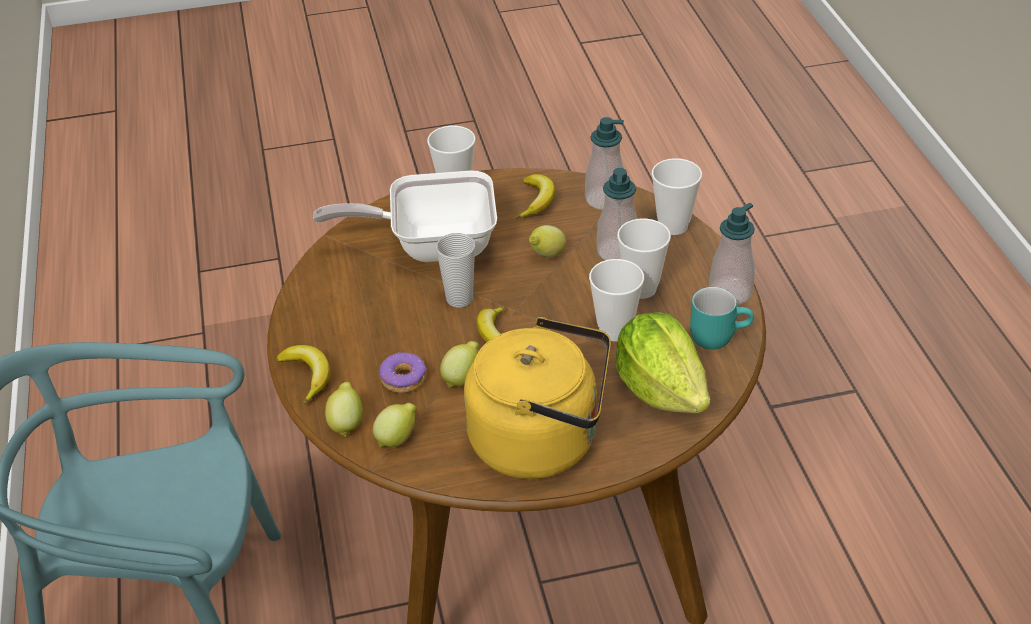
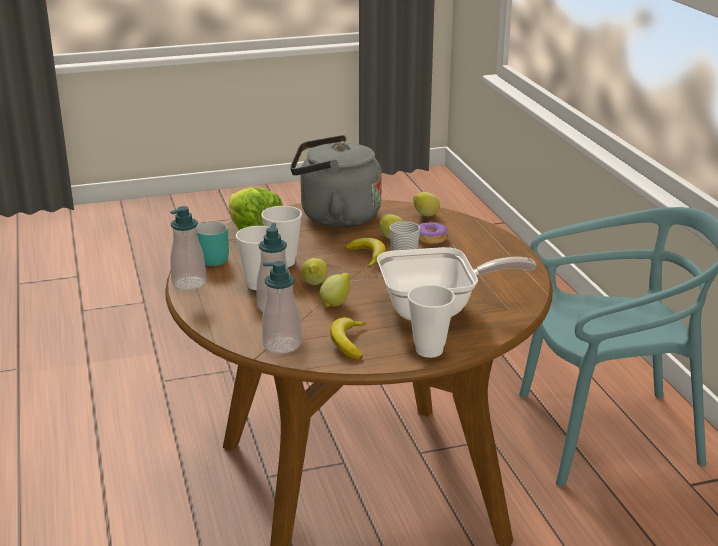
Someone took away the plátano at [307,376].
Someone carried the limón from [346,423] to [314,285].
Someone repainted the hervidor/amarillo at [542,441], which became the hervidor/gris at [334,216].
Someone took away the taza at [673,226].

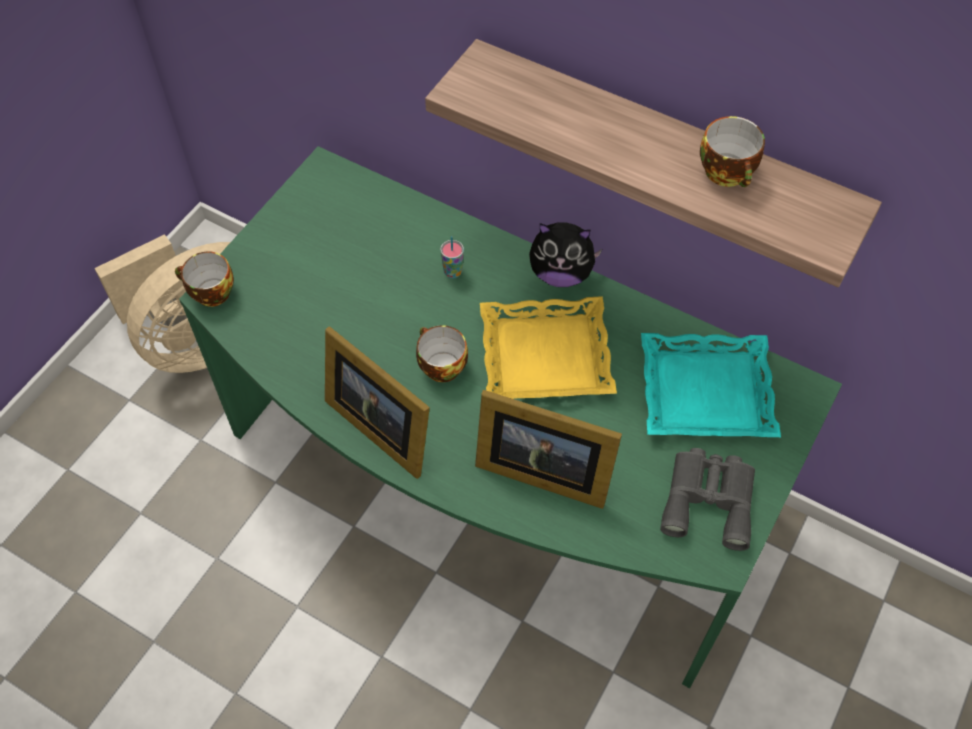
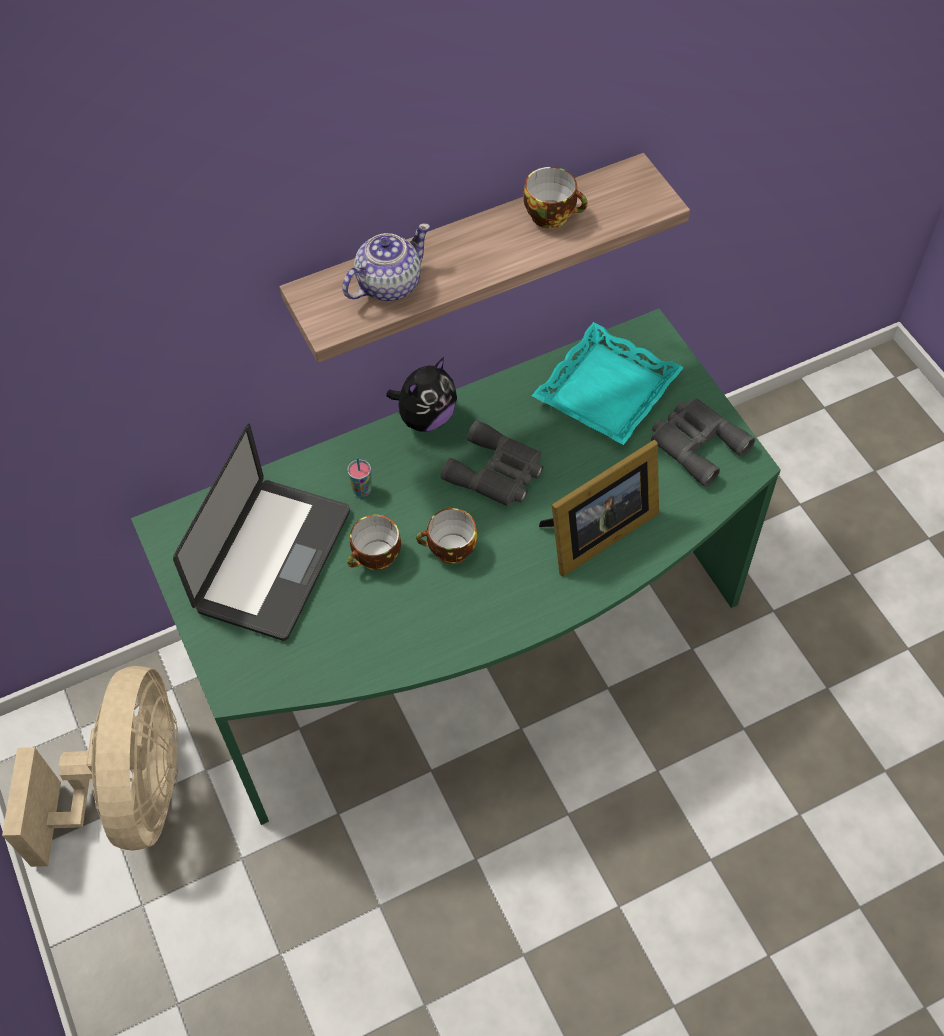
Someone carried the taza from [210,294] to [376,558].
Someone took away the portarretratos at [381,423].
Someone swapped the bandeja/amarillo at [545,357] for the prismáticos/gris at [497,473].
Someone put down the portátil at [274,560].
Someone put down the tetera at [388,285].

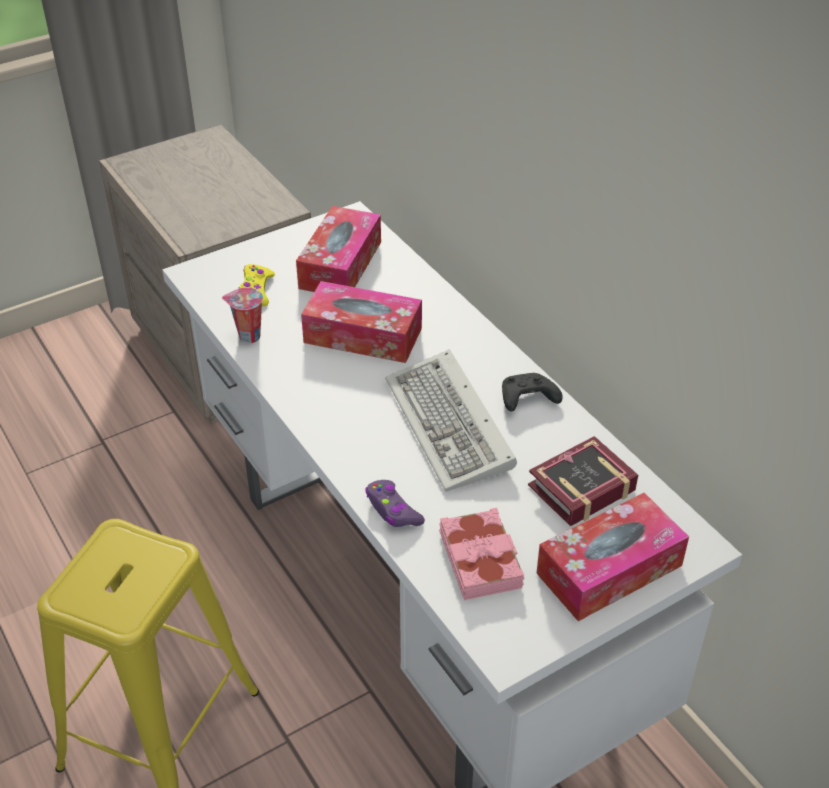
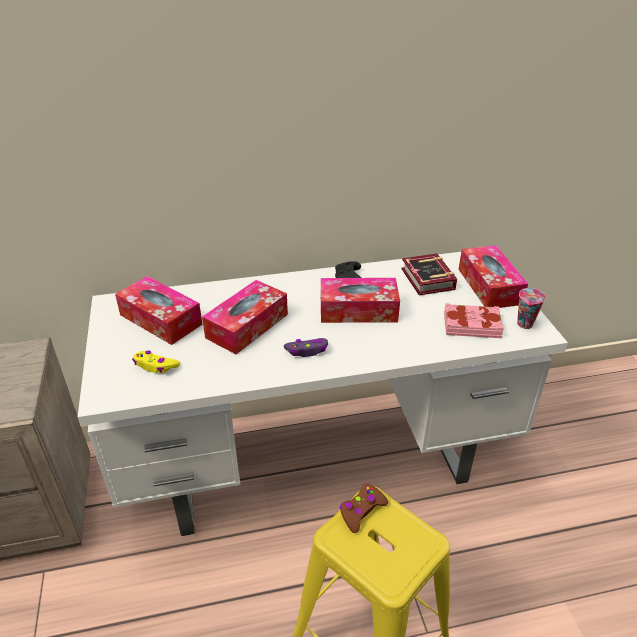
Someone carried the taza from [248,337] to [525,325].
Someone carried the mando de consola/morado from [393,510] to [307,351].
Someone swapped the teclado at [452,427] for the caja de pañuelos at [358,310].
Someone put down the mando de consola/marrón at [361,511].

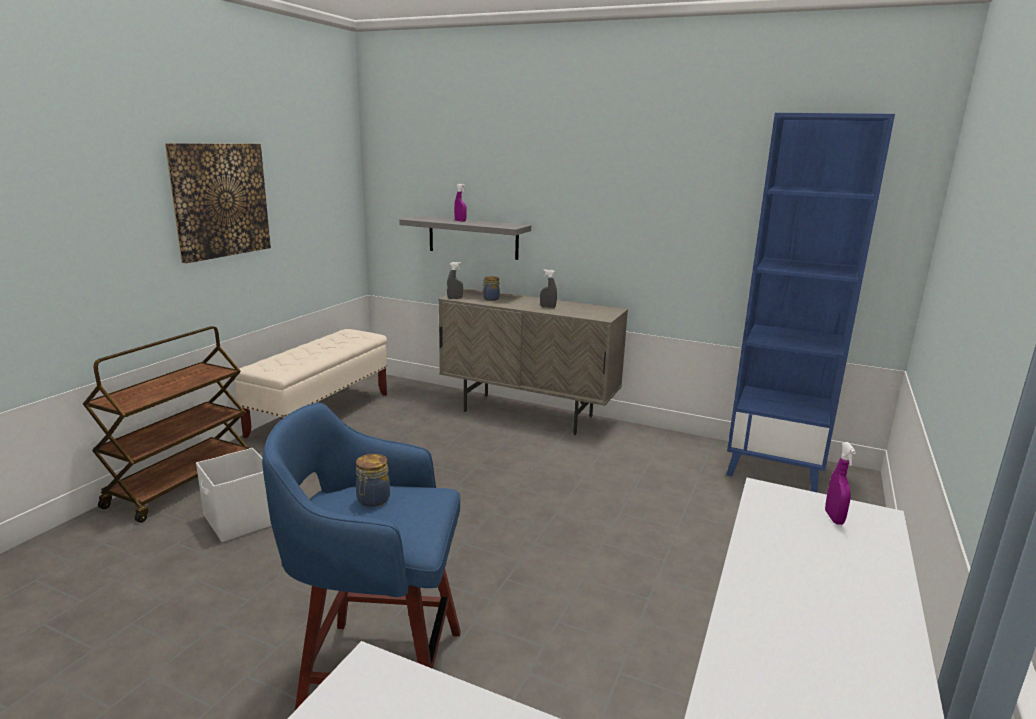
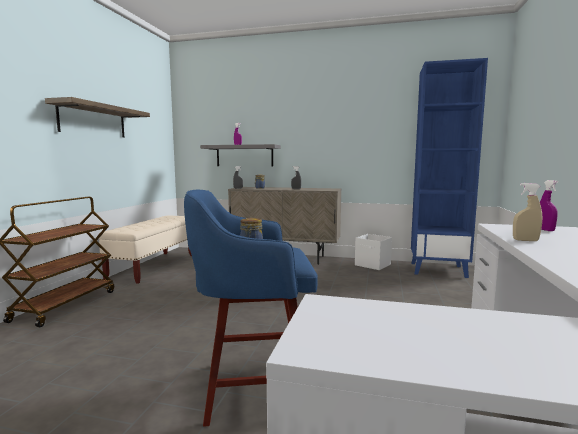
Someone swapped the cuadro at [220,200] for the estante at [93,121].
Someone carried the caja de almacenaje/blanco from [241,520] to [373,265].
Someone put down the pulverizador/beis at [525,240].

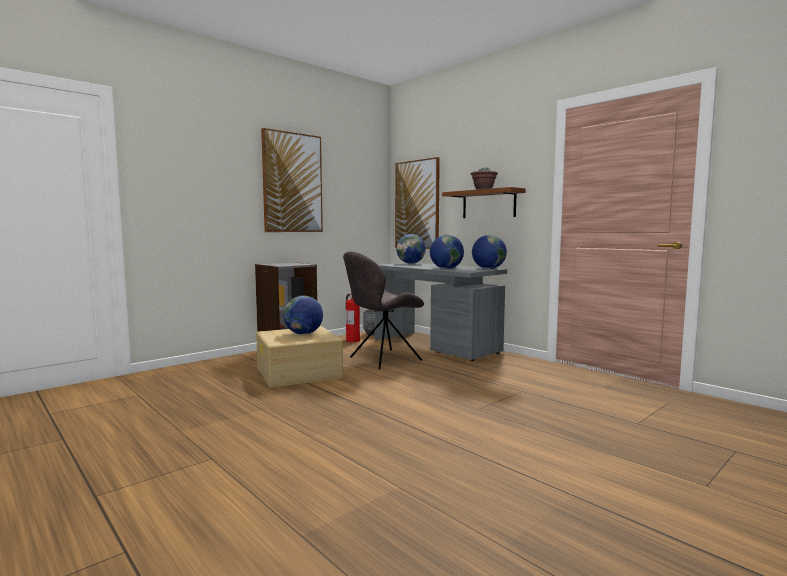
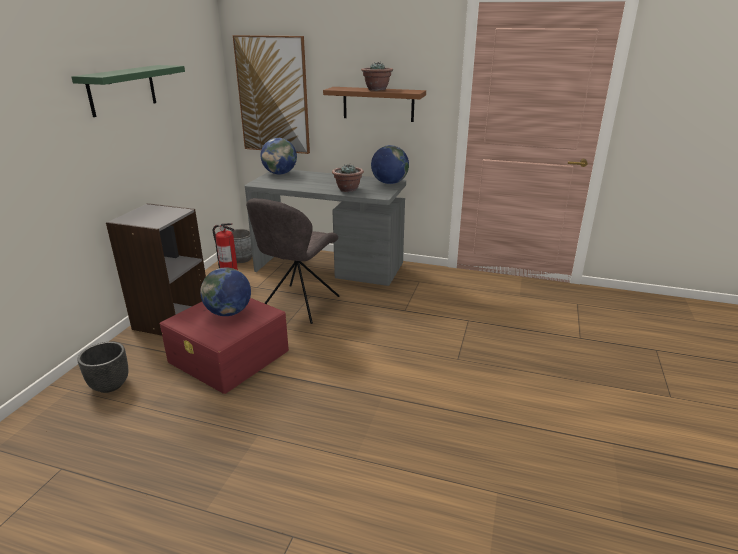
Someone repainted the caja de almacenaje/beis at [298,372], which became the caja de almacenaje/rojo at [229,356].
Someone swapped the cuadro at [292,183] for the estante/verde at [122,90].
Someone swapped the globo terráqueo at [446,268] for the planta en maceta at [347,189].
Someone put down the maceta/negro at [110,385].

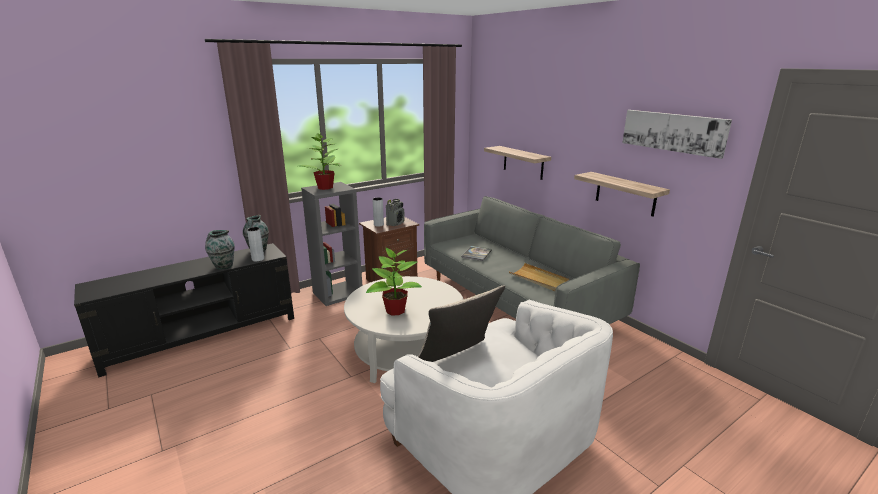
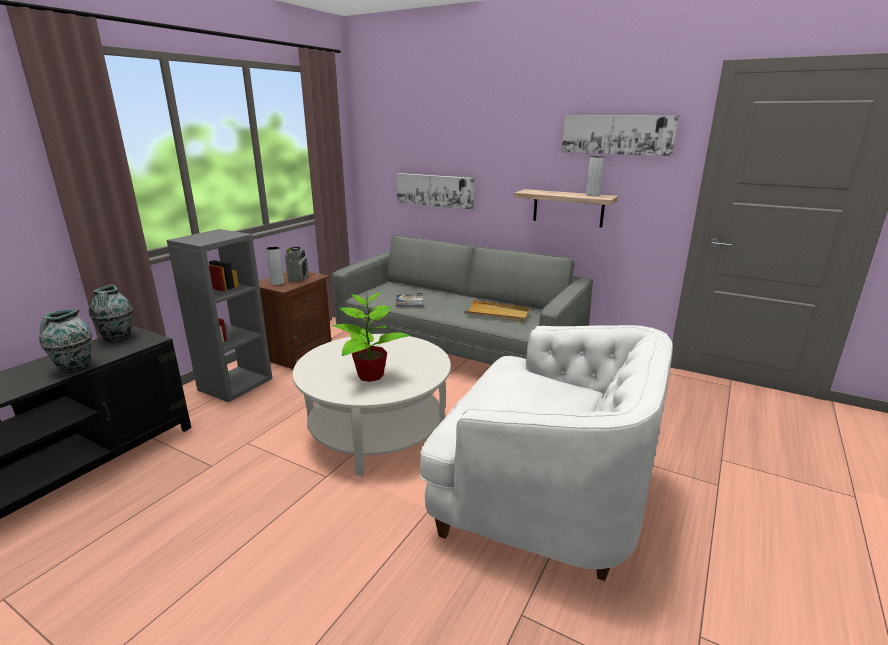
Someone carried the florero/gris from [258,259] to [592,195].
Someone took away the planta en maceta at [325,187].
Someone took away the cojín/beis at [458,360].
Someone swapped the estante at [523,162] for the cuadro at [435,190].

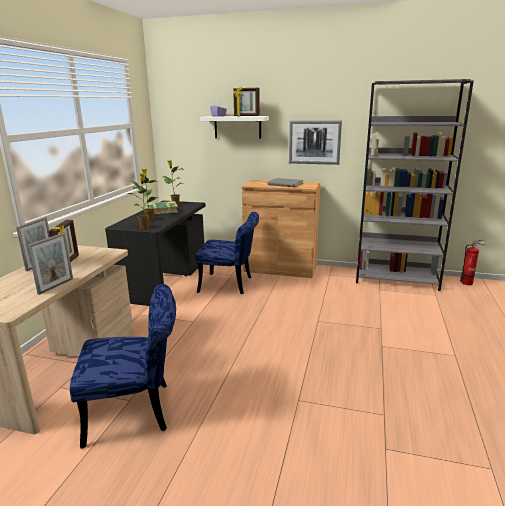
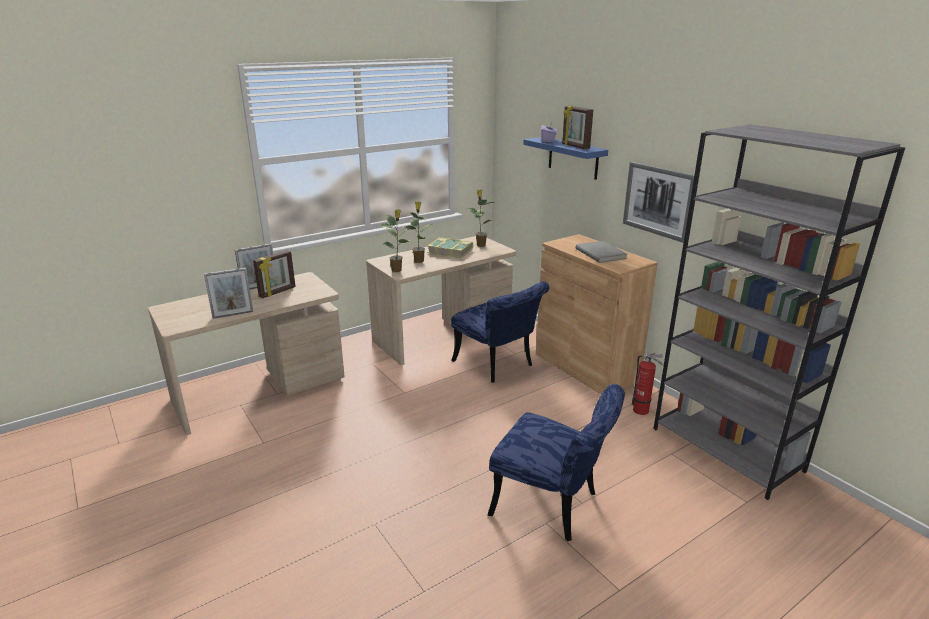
Someone carried the silla/azul from [137,411] to [553,506].
Someone repainted the escritorio/negro at [166,280], which became the escritorio/beis at [443,334].
Someone repainted the estante/blanco at [237,127], which became the estante/azul at [573,158].
Someone carried the extintor from [468,283] to [642,411].

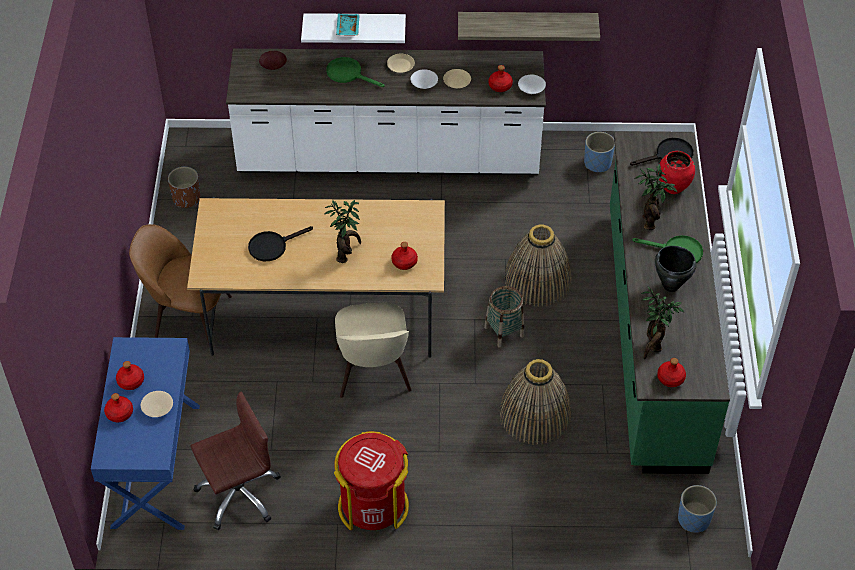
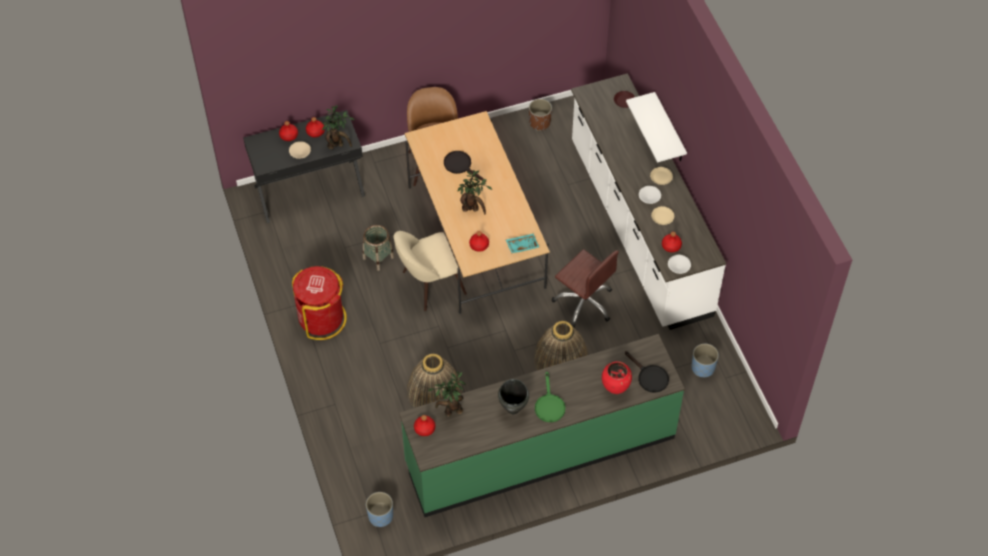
Someone repainted the escritorio/azul at [155,465], which became the escritorio/negro at [309,190].
Someone carried the silla de oficina/marrón from [238,494] to [584,303].
Someone took away the sartén/verde at [348,74].
Someone carried the bandeja/turquesa from [347,28] to [522,245].
Someone took away the estante at [527,24].
Someone carried the cesta from [504,331] to [378,258].
Someone carried the planta en maceta from [650,220] to [338,145].

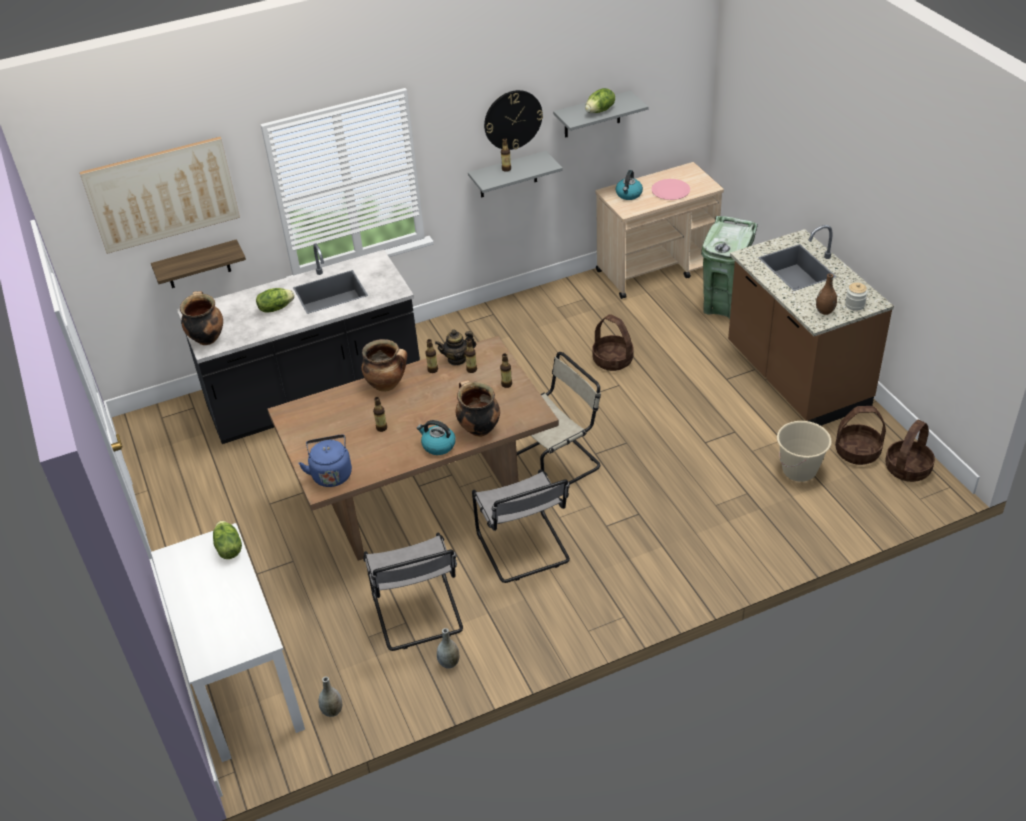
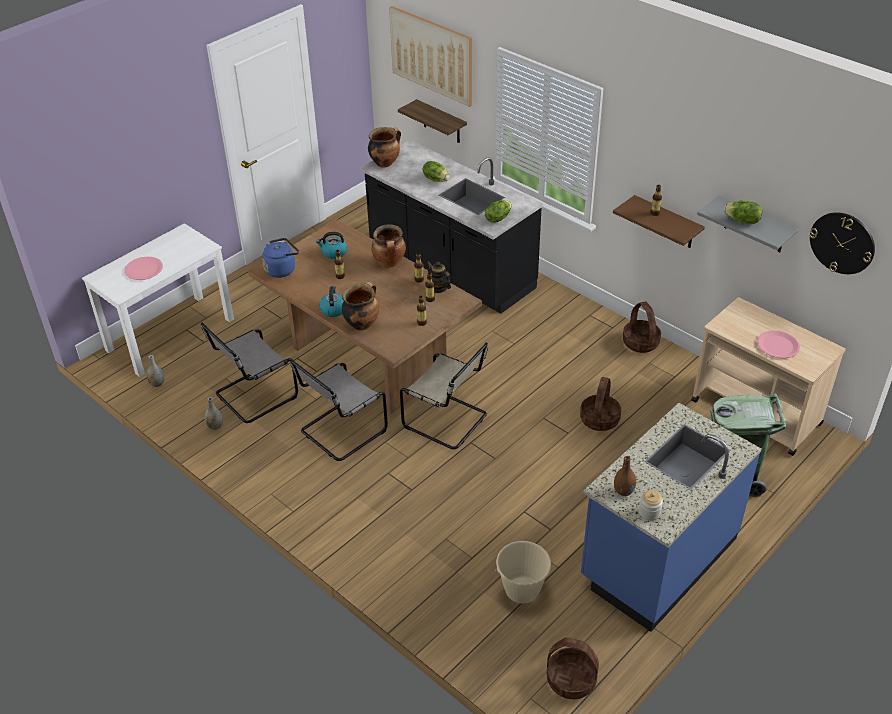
Someone carried the lechuga from [228,548] to [497,218].
Someone repainted the estante/gris at [508,175], which became the estante/marrón at [667,223].
Someone carried the reloj de pared from [513,119] to [842,243].
Someone carried the hervidor from [629,194] to [333,253].
Someone repainted the mueble bajo de cocina/marrón at [795,378], which became the mueble bajo de cocina/azul at [657,558].
Someone carried the cesta from [857,451] to [641,343].
Someone put down the plato/rosa at [144,269].

